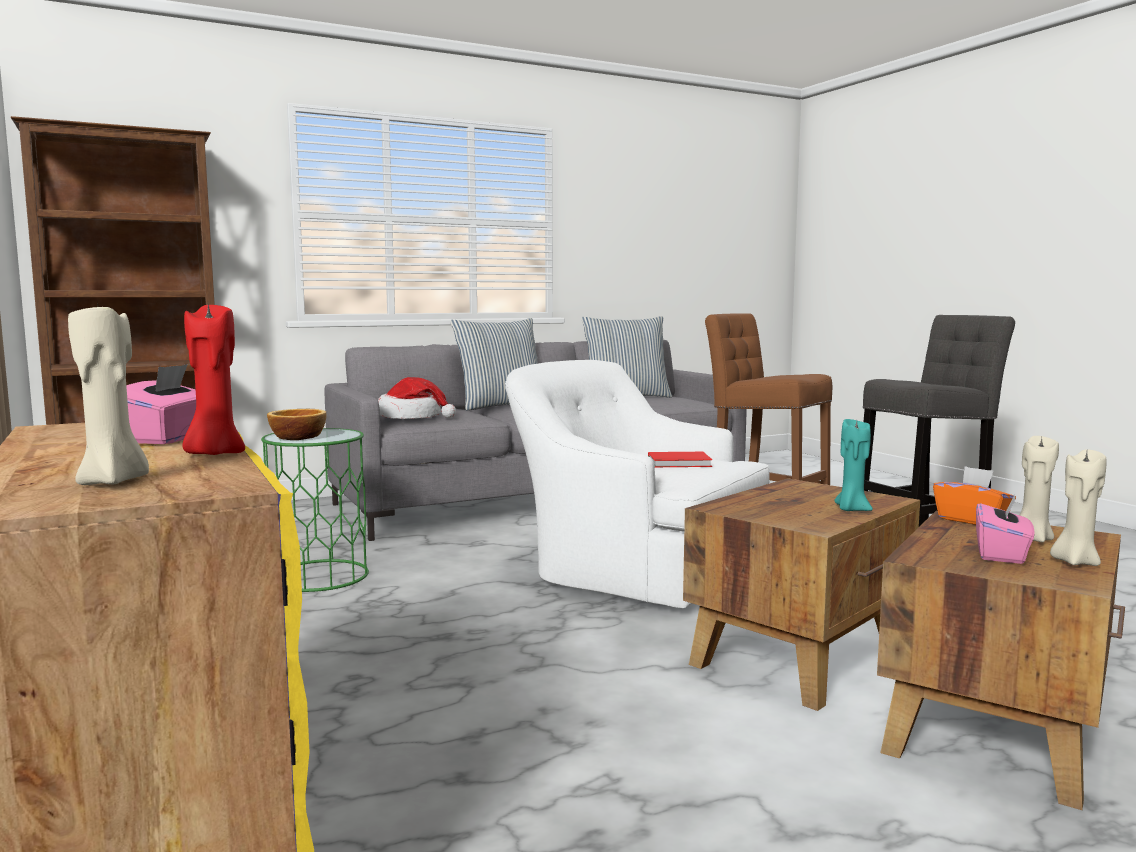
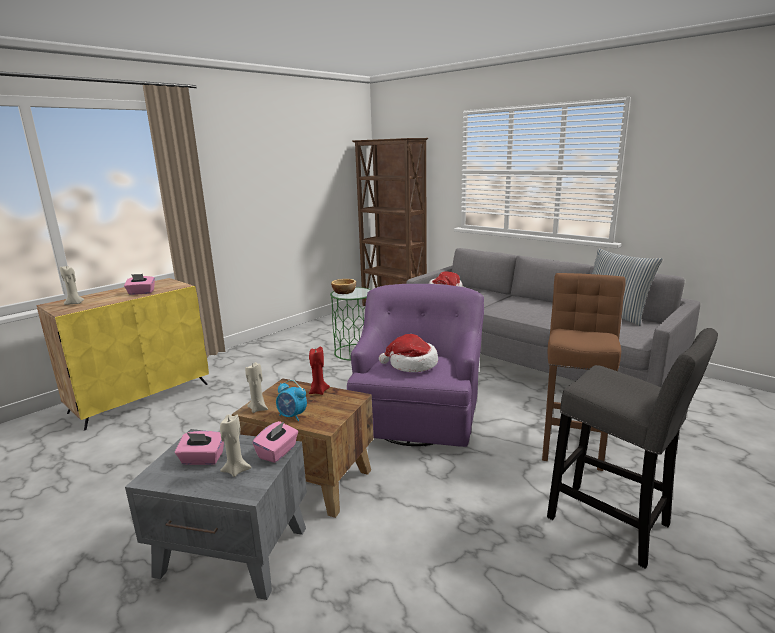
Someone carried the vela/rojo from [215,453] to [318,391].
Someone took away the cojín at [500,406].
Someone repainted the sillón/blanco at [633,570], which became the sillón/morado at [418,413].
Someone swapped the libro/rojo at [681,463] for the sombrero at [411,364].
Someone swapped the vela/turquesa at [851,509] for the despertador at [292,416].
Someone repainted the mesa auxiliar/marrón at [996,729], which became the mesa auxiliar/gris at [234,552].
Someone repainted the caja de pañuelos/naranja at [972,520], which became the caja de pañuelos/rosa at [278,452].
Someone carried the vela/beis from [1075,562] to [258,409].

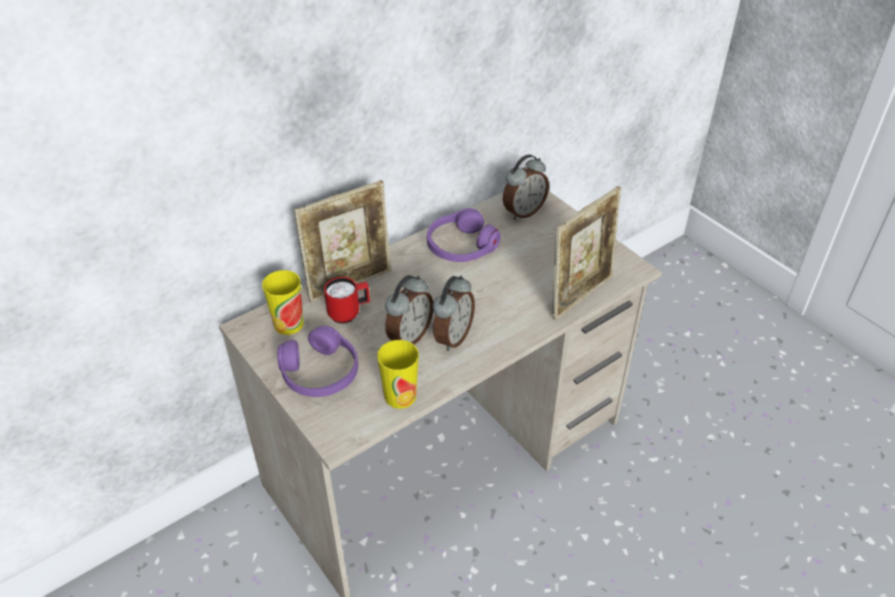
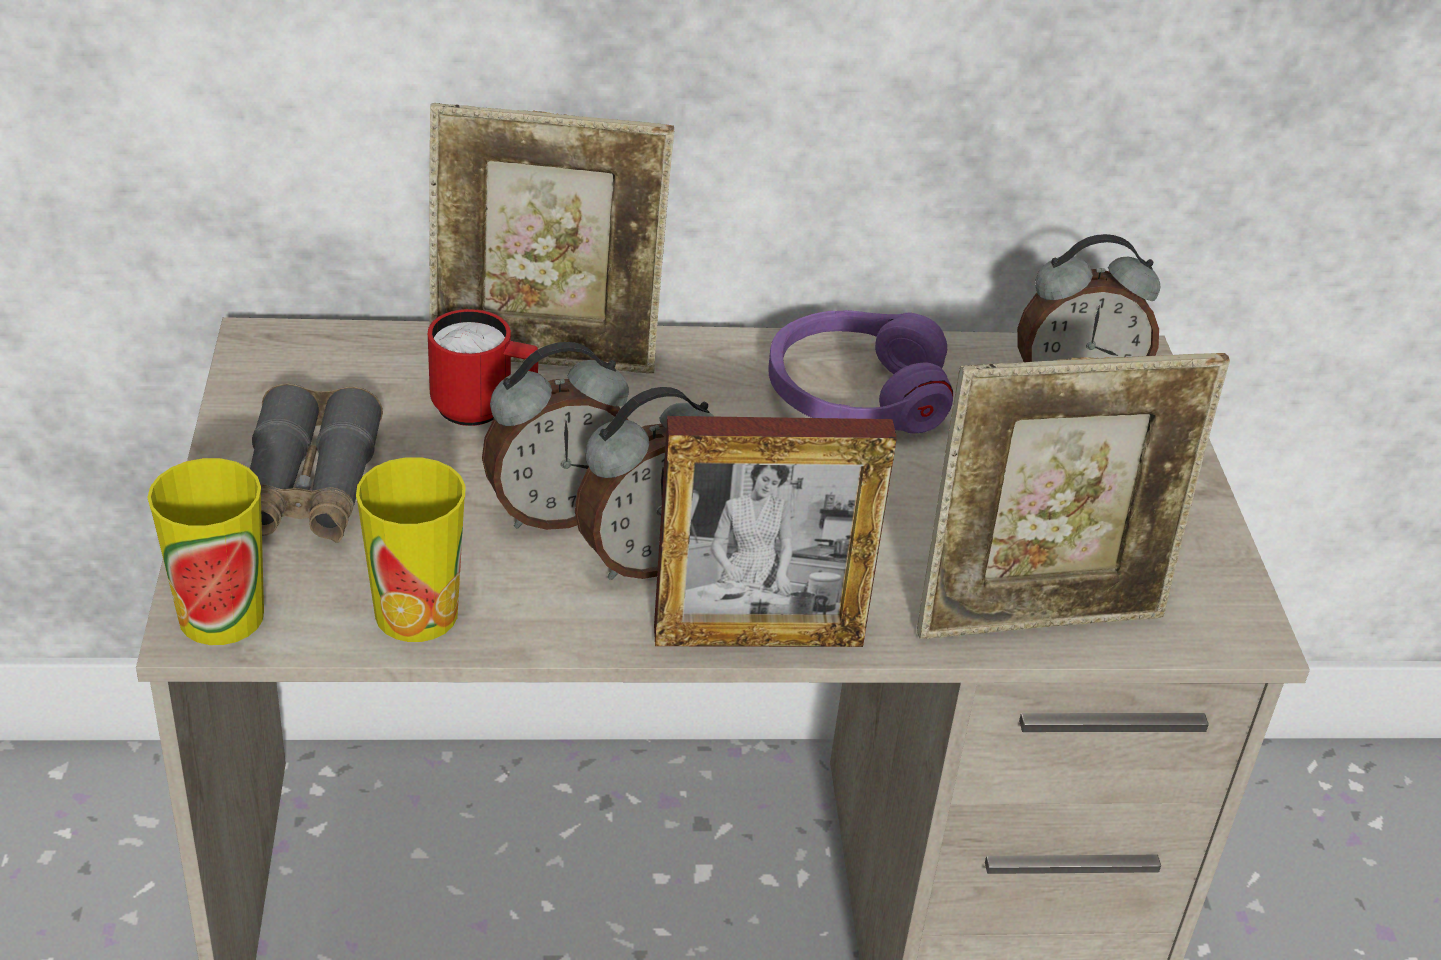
Someone carried the taza from [288,324] to [221,616].
Someone swapped the auriculares/morado at [320,373] for the prismáticos/gris at [310,489].
Someone put down the portarretratos at [758,636].

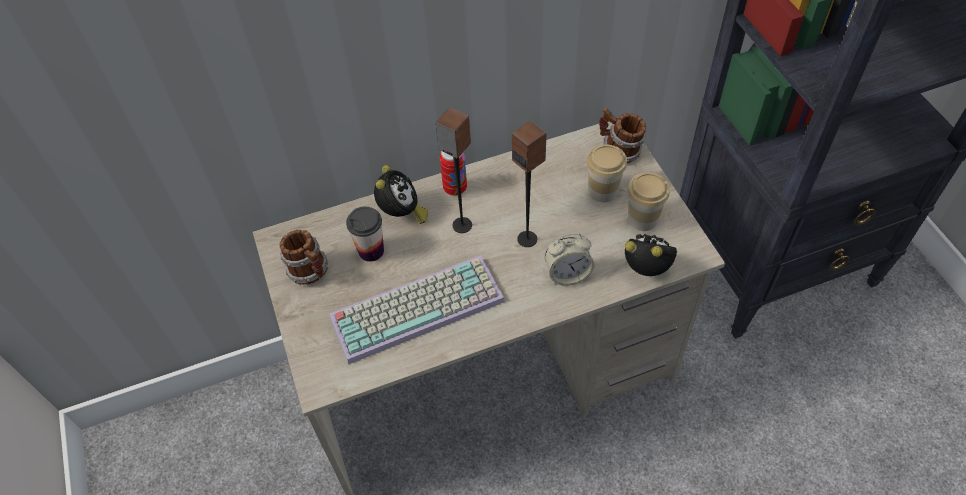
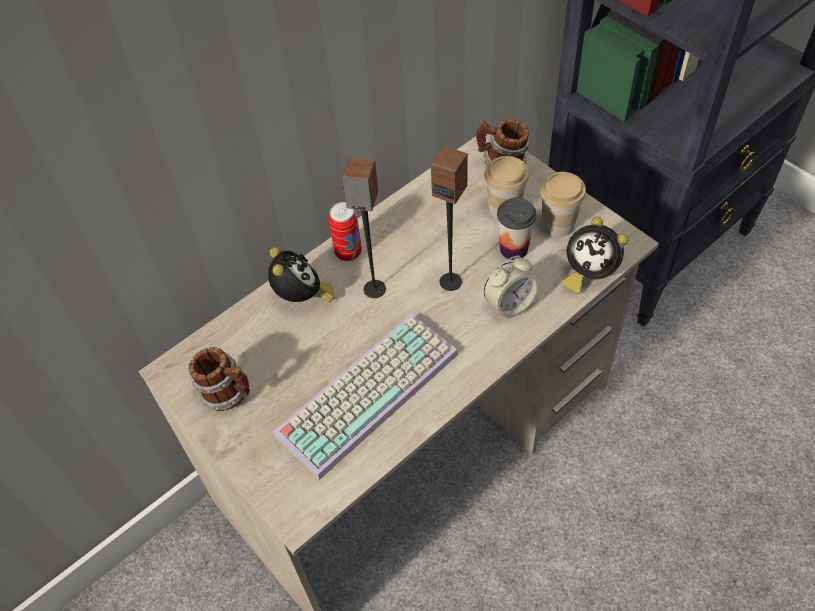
Someone carried the taza from [371,251] to [513,249].
Someone rotated the despertador at [648,270] by 150 degrees counterclockwise.

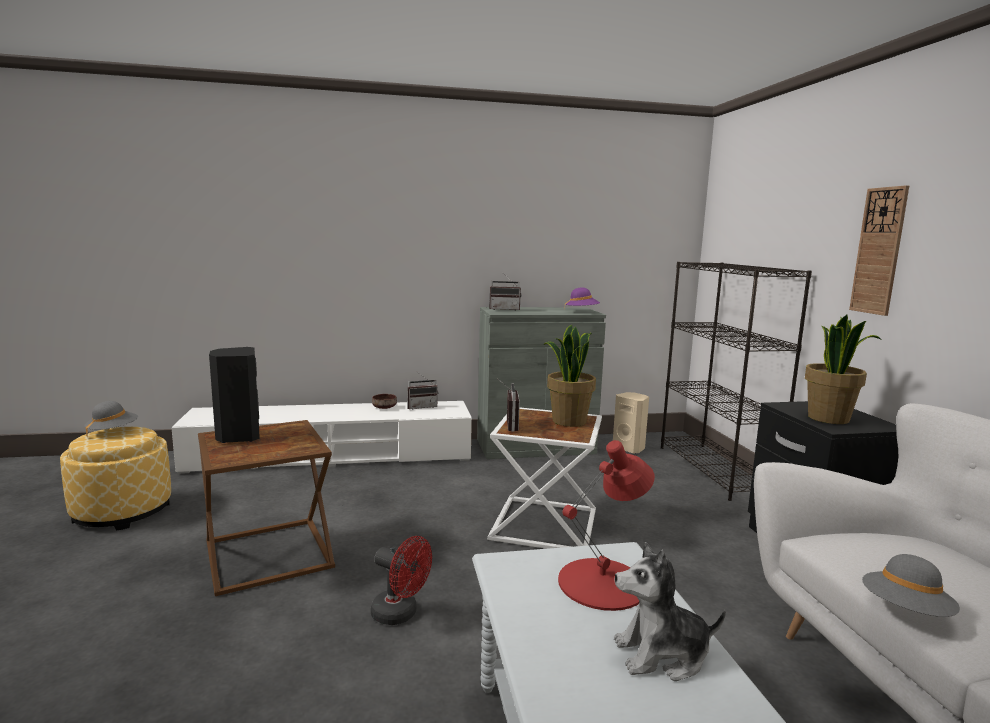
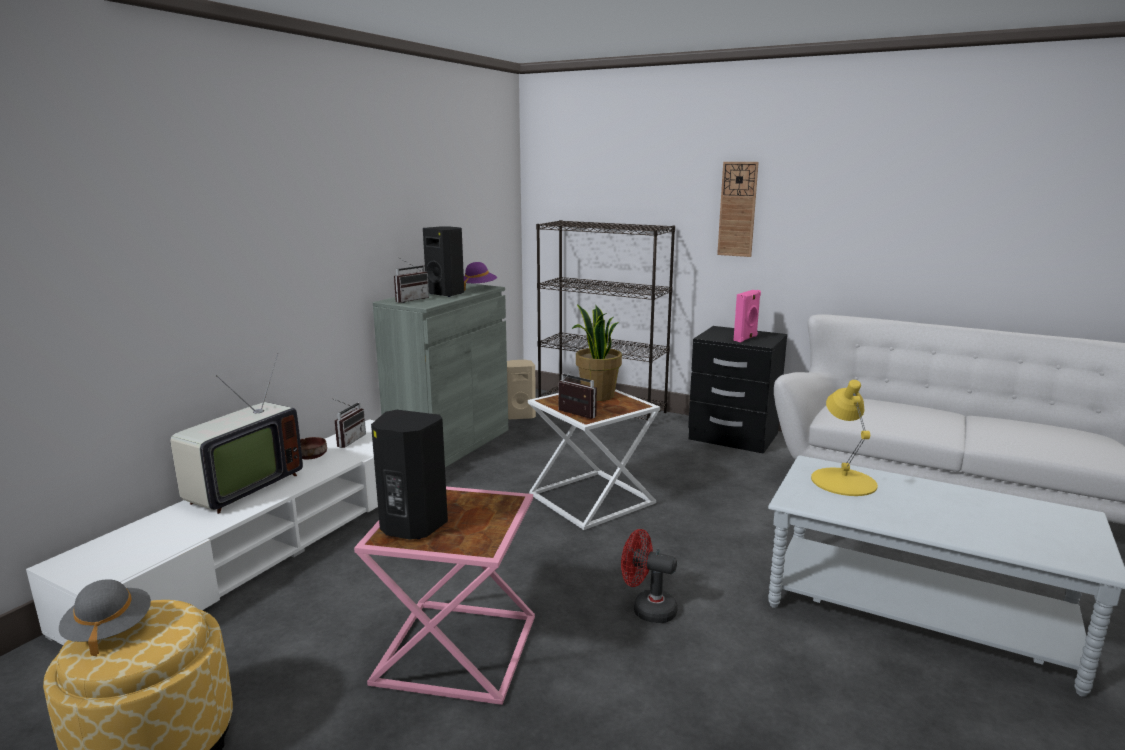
Someone repainted the mesa auxiliar/marrón at [267,556], which became the mesa auxiliar/rosa at [458,652].
Someone rotated the ventilador/rojo at [400,614] by 135 degrees counterclockwise.
Someone repainted the lámpara de mesa/rojo at [603,583], which became the lámpara de mesa/amarillo at [843,481].
Someone took away the peluche at [662,655].
Someone swapped the planta en maceta at [829,418] for the altavoz/rosa at [746,338].
Someone took away the sombrero/gris at [906,611].
Someone put down the televisor at [240,488].
Someone put down the altavoz/negro at [446,294].

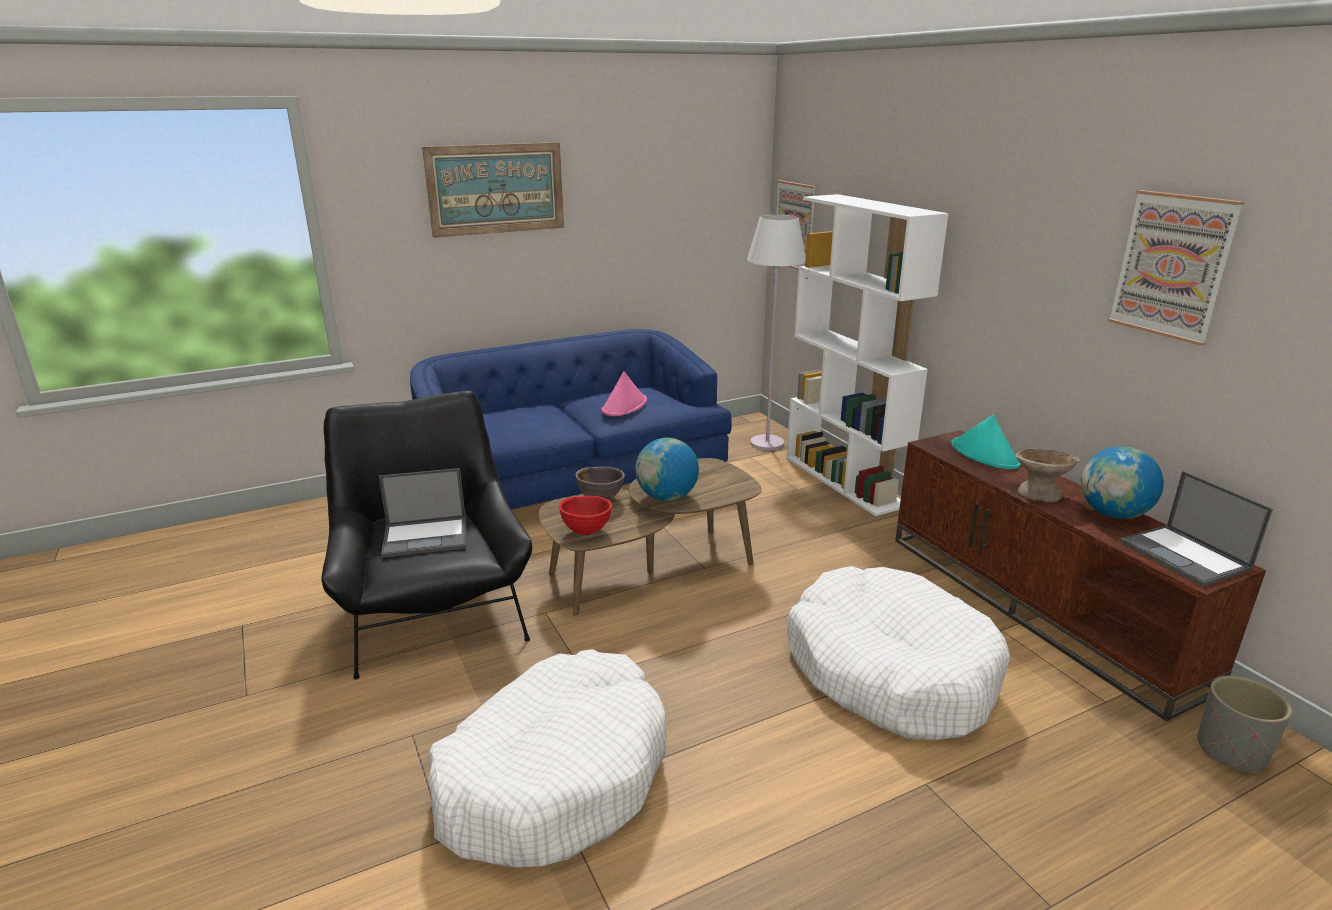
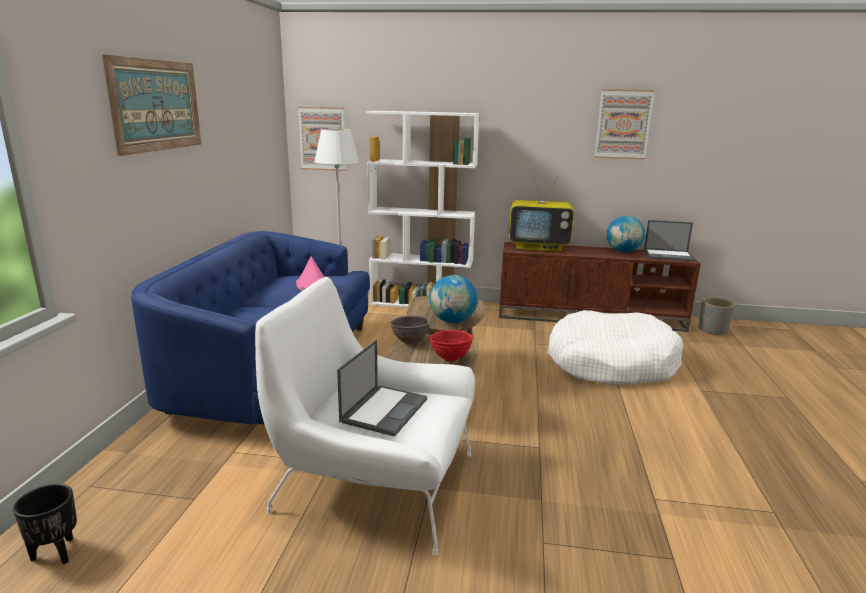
Someone repainted the sillón/negro at [434,608], which became the sillón/blanco at [375,483].
Someone took away the cama para perro/blanco at [554,776].
Someone swapped the sombrero/turquesa at [985,455] for the televisor at [539,247].
Someone took away the cuenco/beis at [1039,494].
Someone put down the maceta/negro at [55,553].

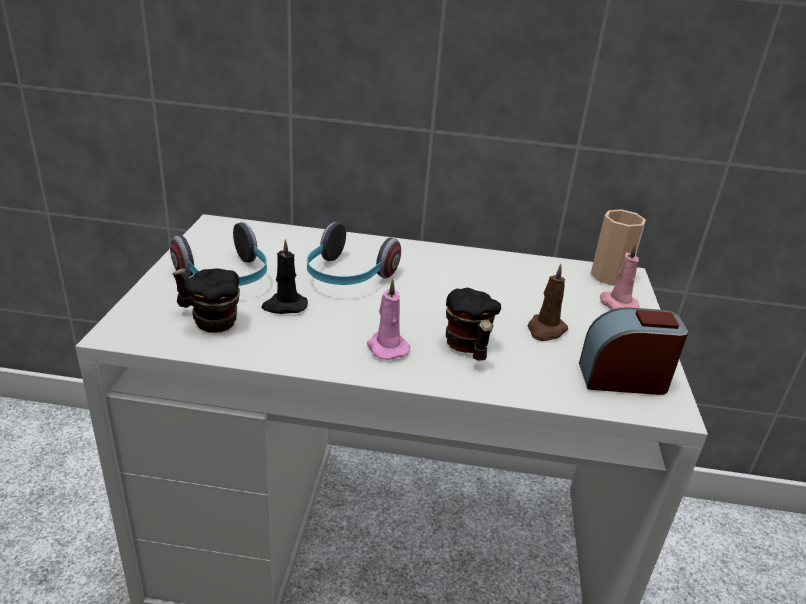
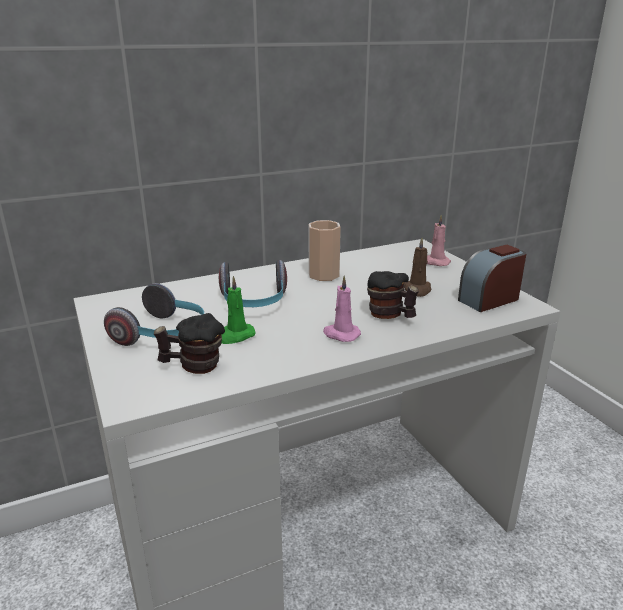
Someone repainted the vela/negro at [284,306], which became the vela/verde at [235,336].
Someone carried the taza from [609,276] to [323,275].

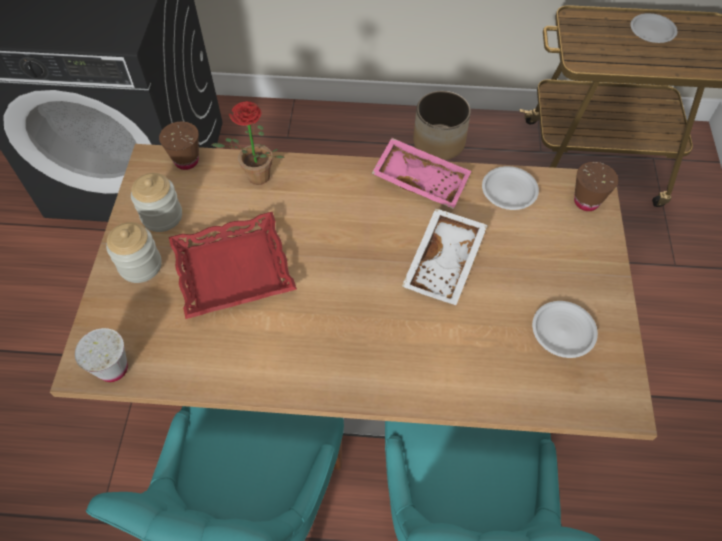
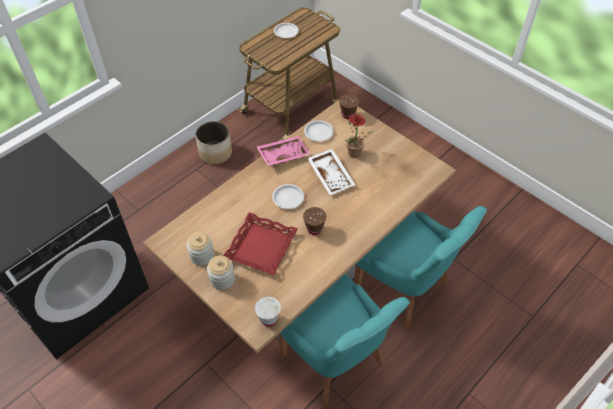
Someone carried the taza/marrón from [186,161] to [314,229].
Someone carried the planta en maceta from [254,179] to [354,155].
Someone carried the plato/blanco from [563,331] to [288,198].

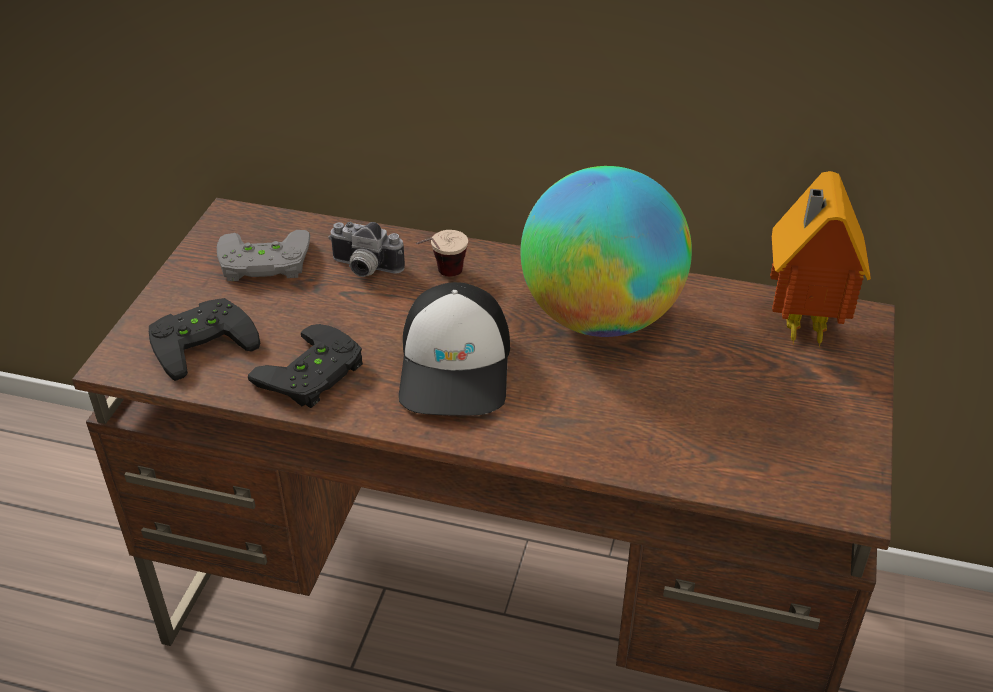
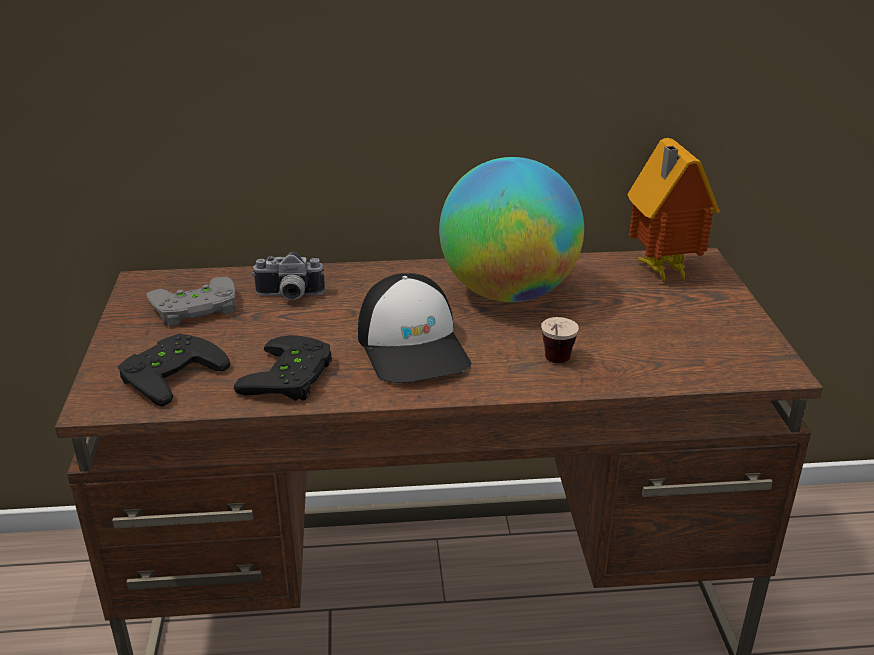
Someone carried the taza from [441,277] to [554,365].

